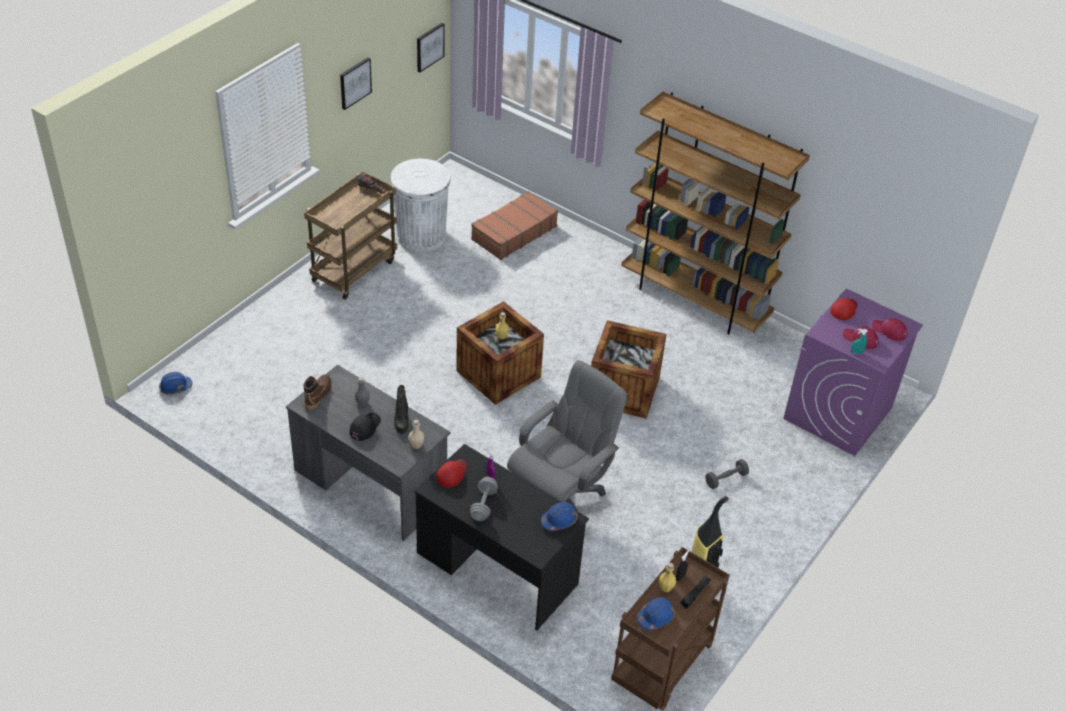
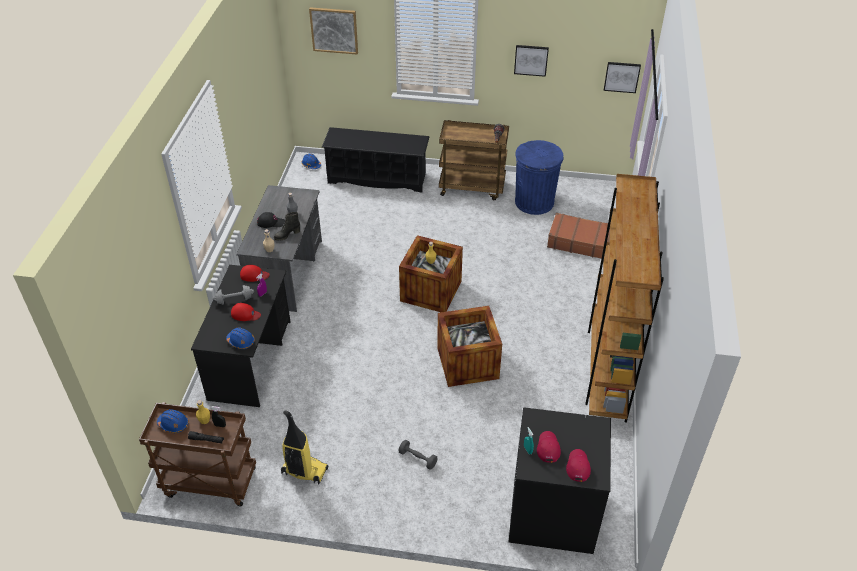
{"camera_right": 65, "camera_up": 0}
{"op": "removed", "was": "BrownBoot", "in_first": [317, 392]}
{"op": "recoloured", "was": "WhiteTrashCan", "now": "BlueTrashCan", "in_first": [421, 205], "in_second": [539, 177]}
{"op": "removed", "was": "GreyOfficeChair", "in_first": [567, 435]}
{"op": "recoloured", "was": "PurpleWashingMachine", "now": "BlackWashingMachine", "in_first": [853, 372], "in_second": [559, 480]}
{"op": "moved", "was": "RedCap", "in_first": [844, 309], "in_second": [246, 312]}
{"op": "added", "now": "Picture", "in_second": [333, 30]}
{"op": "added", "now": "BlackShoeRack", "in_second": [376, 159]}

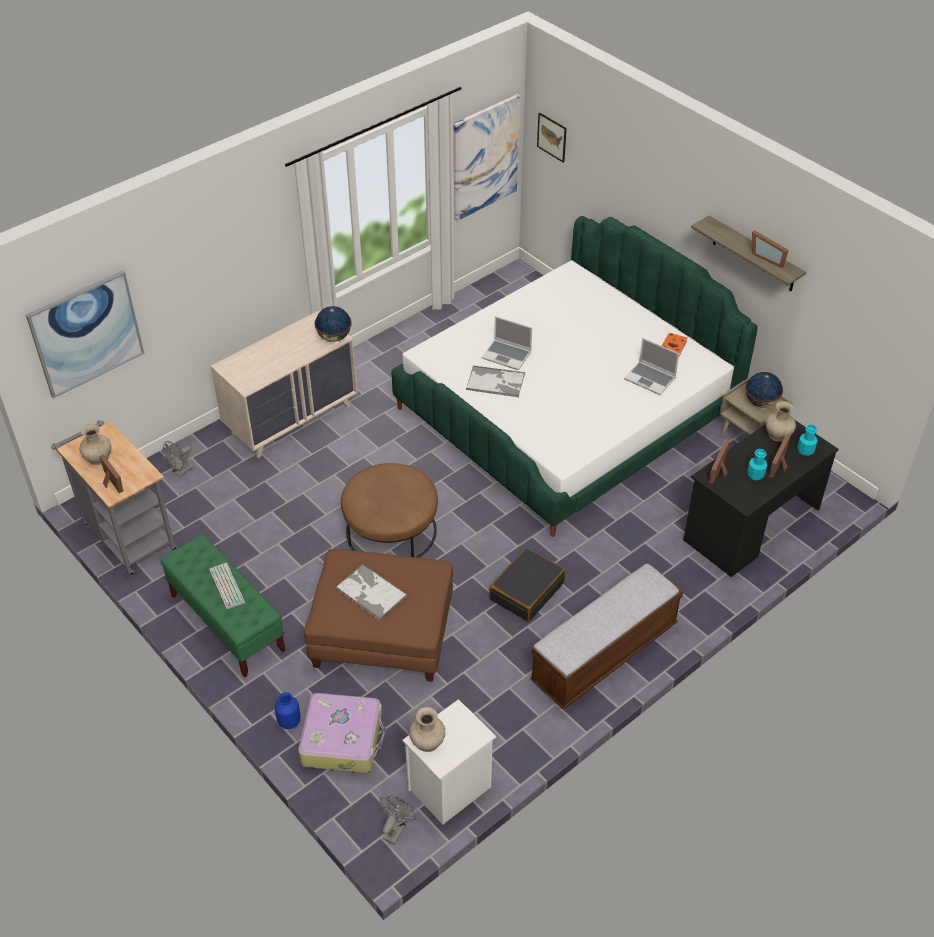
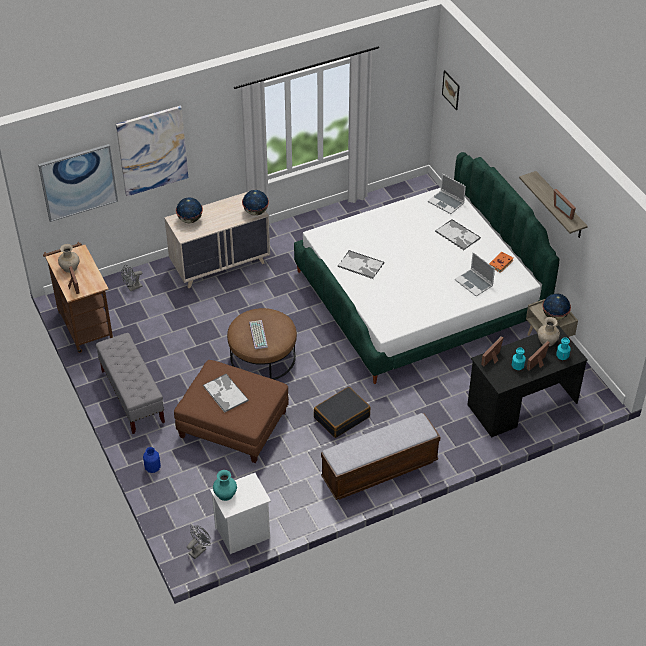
{"camera_right": 15, "camera_up": 0}
{"op": "recoloured", "was": "GreyCart", "now": "BrownCart", "in_first": [114, 498], "in_second": [78, 297]}
{"op": "recoloured", "was": "GreenBench", "now": "GreyBench", "in_first": [222, 606], "in_second": [130, 383]}
{"op": "moved", "was": "Keyboard", "in_first": [227, 586], "in_second": [258, 334]}
{"op": "removed", "was": "Suitcase", "in_first": [342, 733]}
{"op": "recoloured", "was": "BeigeVase", "now": "TurquoiseVase", "in_first": [427, 729], "in_second": [225, 485]}
{"op": "moved", "was": "Picture", "in_first": [486, 157], "in_second": [152, 151]}
{"op": "moved", "was": "Laptop", "in_first": [507, 343], "in_second": [447, 194]}
{"op": "added", "now": "Globe", "in_second": [189, 210]}
{"op": "added", "now": "Tray", "in_second": [458, 234]}

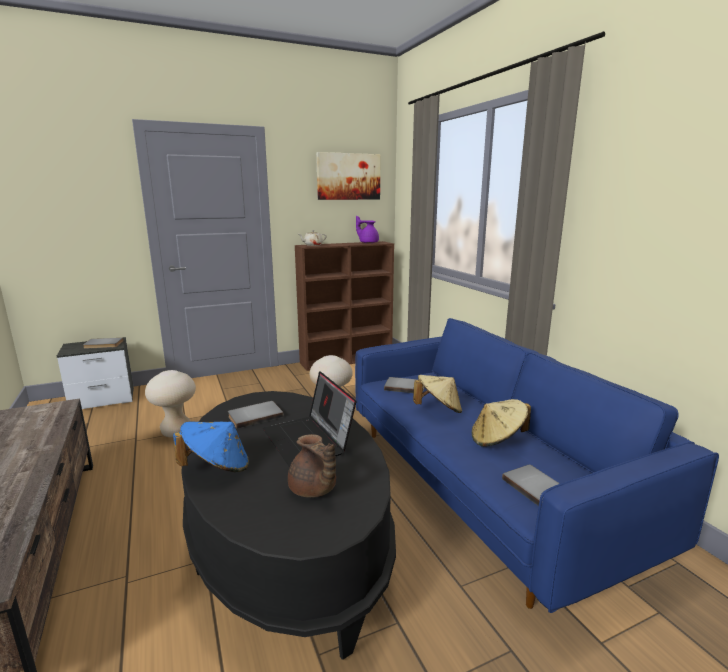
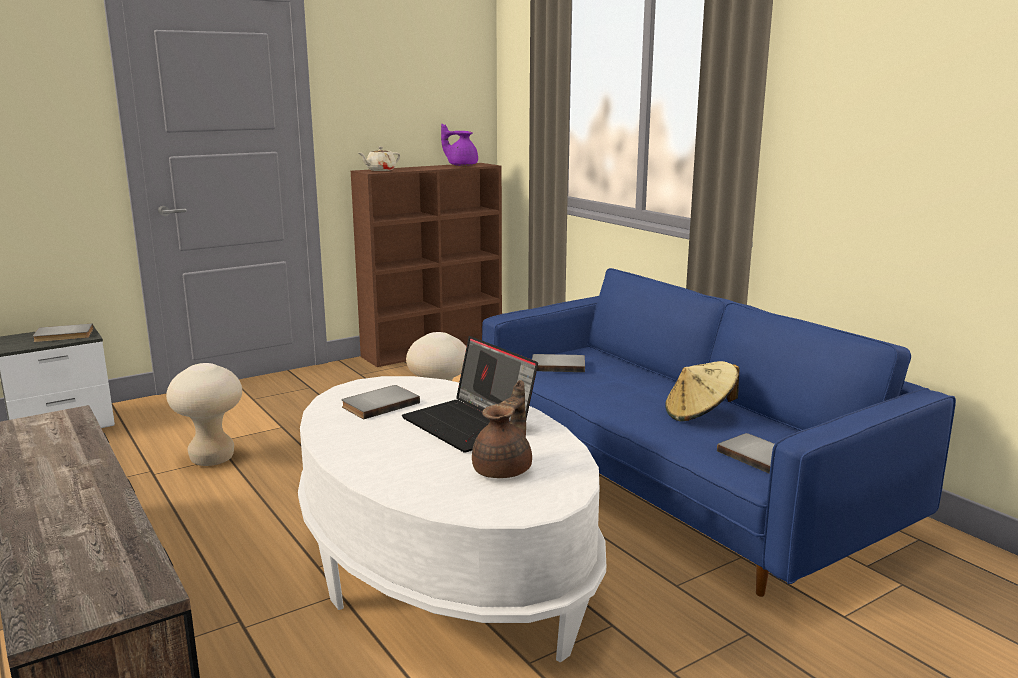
{"camera_right": -10, "camera_up": 0}
{"op": "removed", "was": "BlueHat", "in_first": [211, 446]}
{"op": "recoloured", "was": "BlackCoffeeTable", "now": "WhiteCoffeeTable", "in_first": [288, 525], "in_second": [452, 519]}
{"op": "turned", "was": "BrownTeapot", "in_first": [312, 466], "in_second": [502, 429], "clockwise": -105}
{"op": "removed", "was": "Picture", "in_first": [348, 176]}
{"op": "removed", "was": "BeigeHat", "in_first": [437, 394]}

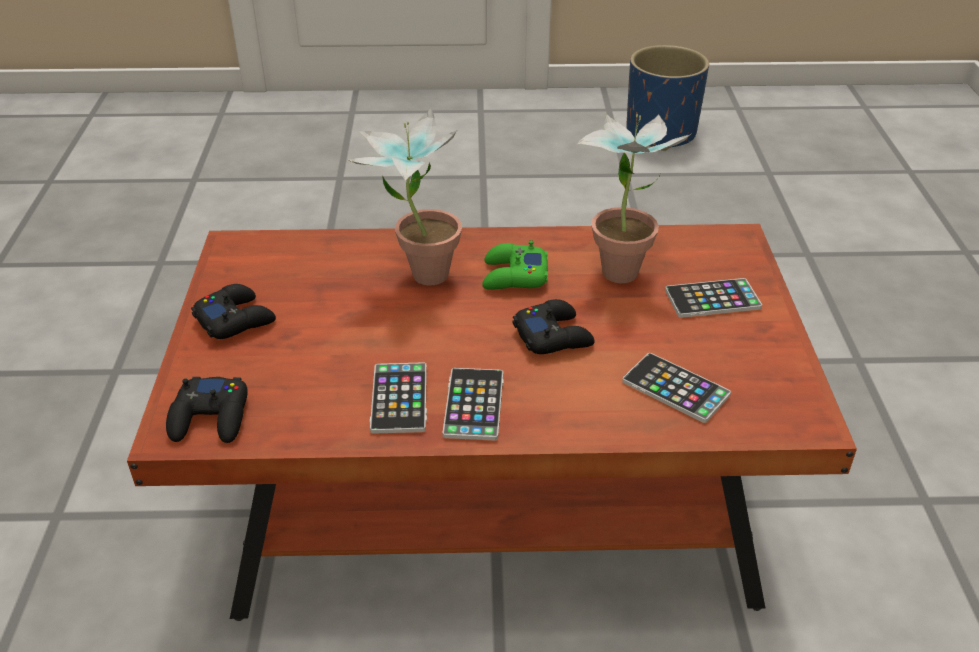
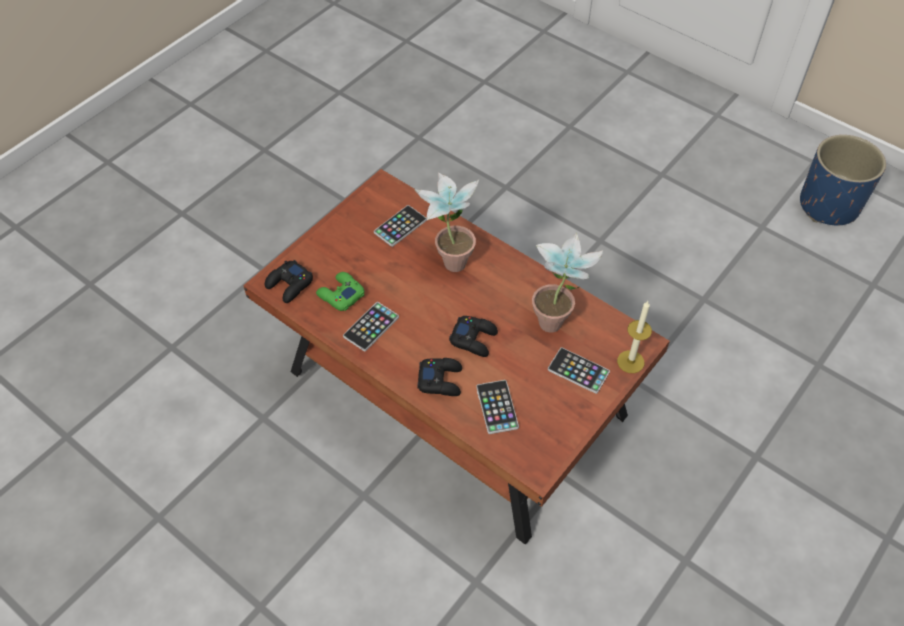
{"camera_right": 40, "camera_up": 15}
{"op": "moved", "was": "BlackGameController", "in_first": [233, 311], "in_second": [439, 377]}
{"op": "moved", "was": "Phone", "in_first": [473, 404], "in_second": [400, 226]}
{"op": "moved", "was": "GreenGameController", "in_first": [515, 265], "in_second": [340, 291]}
{"op": "added", "now": "Candle", "in_second": [634, 337]}

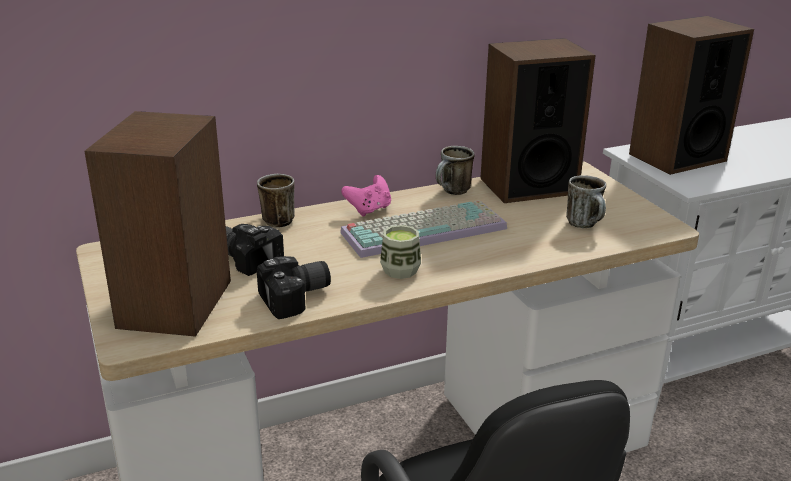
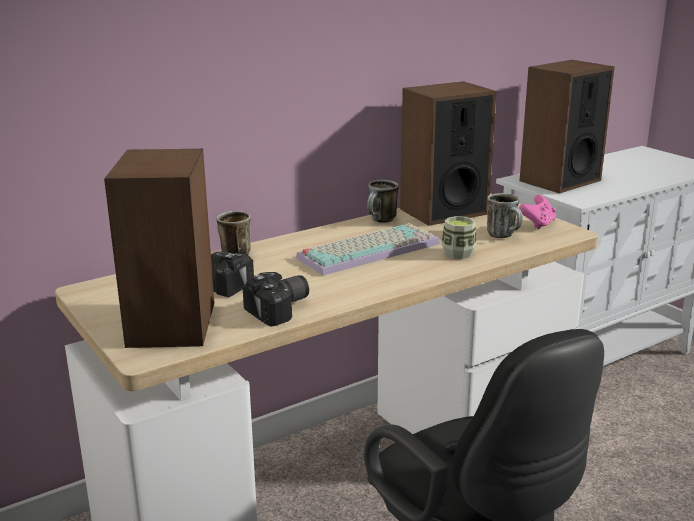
{"camera_right": -10, "camera_up": -5}
{"op": "moved", "was": "PinkGameController", "in_first": [366, 196], "in_second": [537, 212]}
{"op": "moved", "was": "Cup", "in_first": [400, 252], "in_second": [459, 237]}

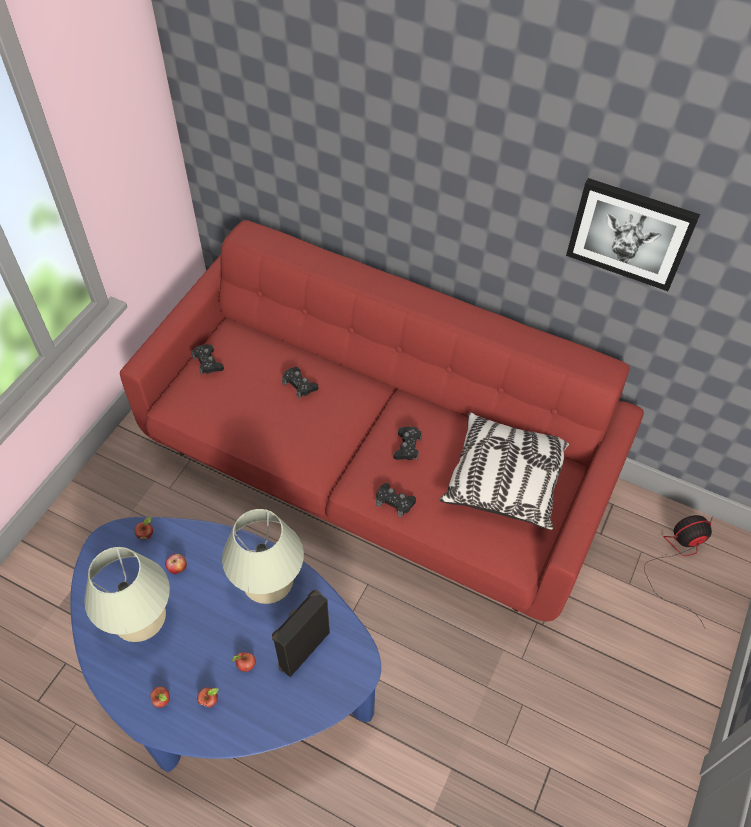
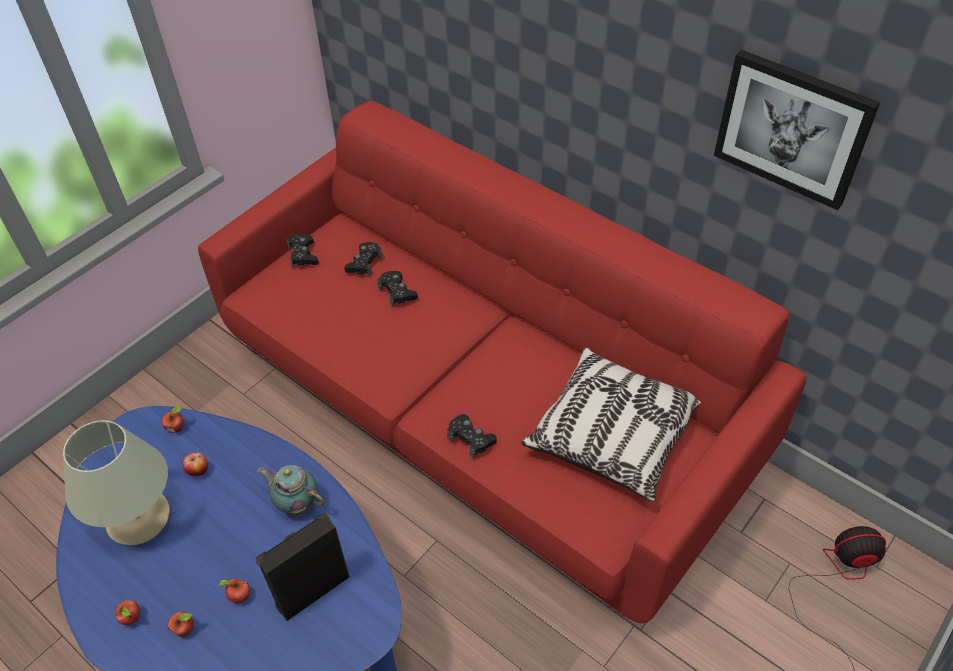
{"camera_right": 15, "camera_up": -5}
{"op": "replaced", "was": "BeigeTableLamp", "now": "Teapot", "in_first": [263, 556], "in_second": [291, 490]}
{"op": "moved", "was": "BlackGameController", "in_first": [407, 443], "in_second": [363, 259]}

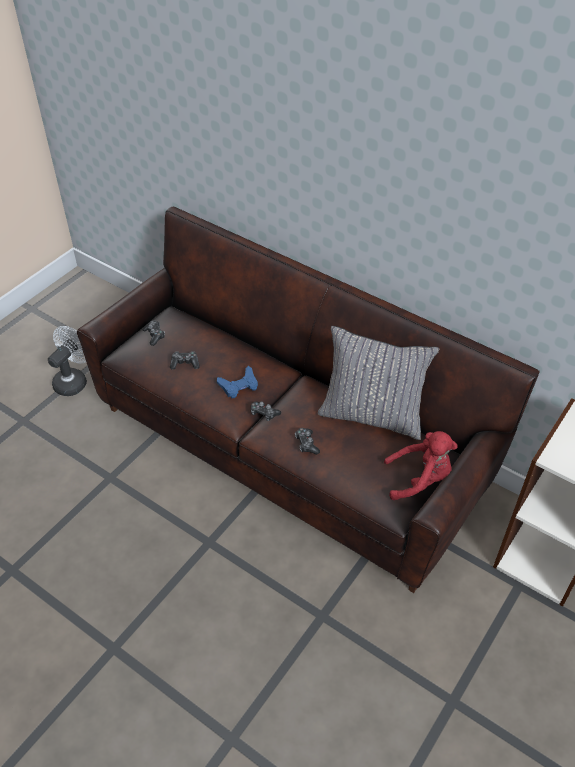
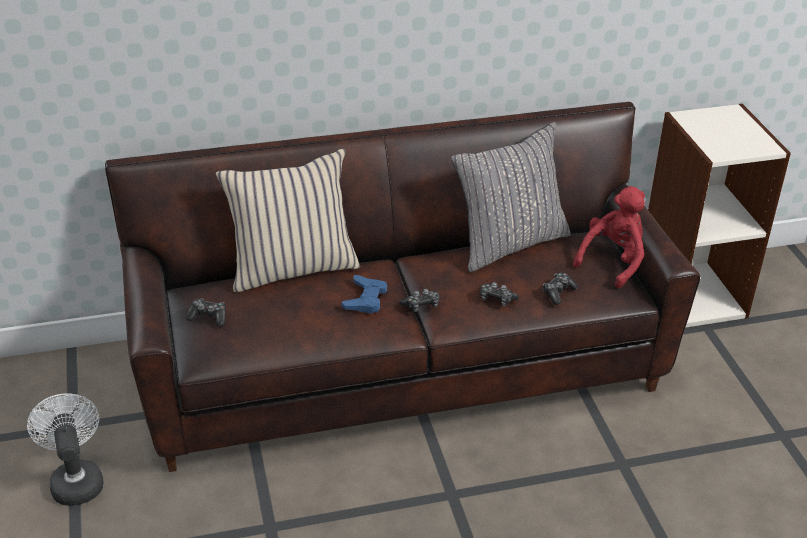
{"camera_right": -50, "camera_up": -10}
{"op": "moved", "was": "GameController", "in_first": [185, 360], "in_second": [560, 288]}
{"op": "added", "now": "BeigePillow", "in_second": [288, 220]}

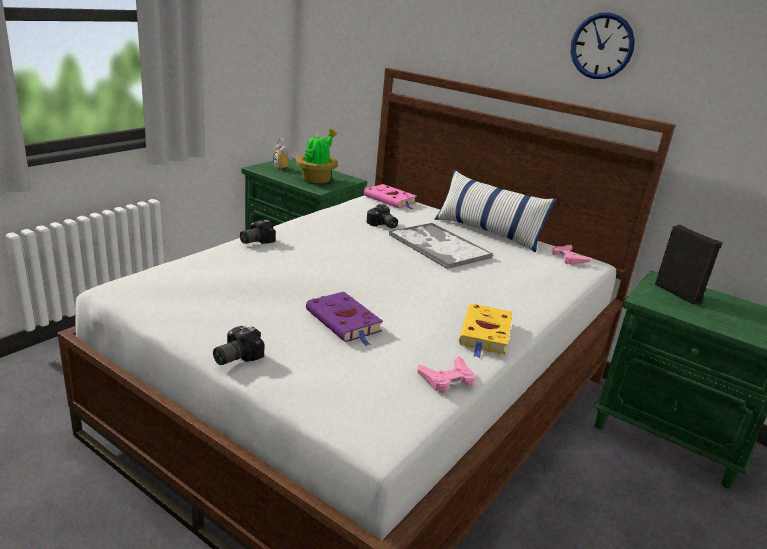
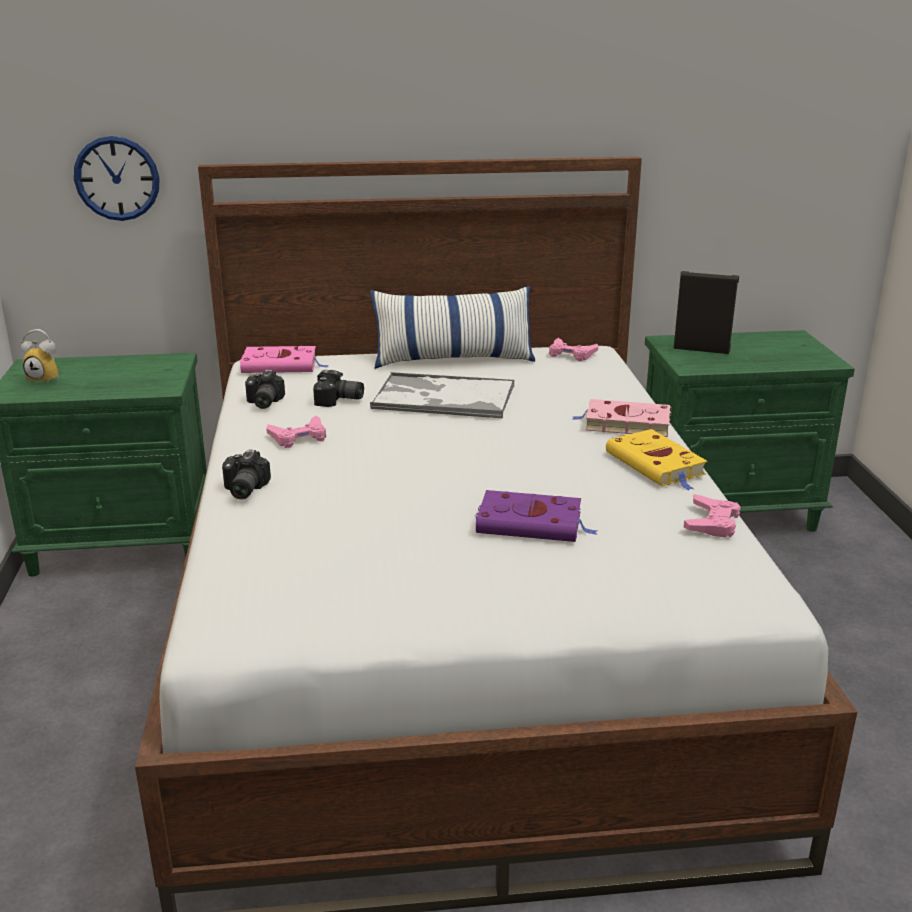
{"camera_right": -40, "camera_up": 0}
{"op": "moved", "was": "PhotoCamera", "in_first": [238, 345], "in_second": [265, 389]}
{"op": "removed", "was": "PottedPlant", "in_first": [317, 156]}
{"op": "moved", "was": "WallClock", "in_first": [603, 45], "in_second": [117, 178]}
{"op": "added", "now": "PinkGameController", "in_second": [296, 432]}
{"op": "added", "now": "PinkBook", "in_second": [621, 418]}

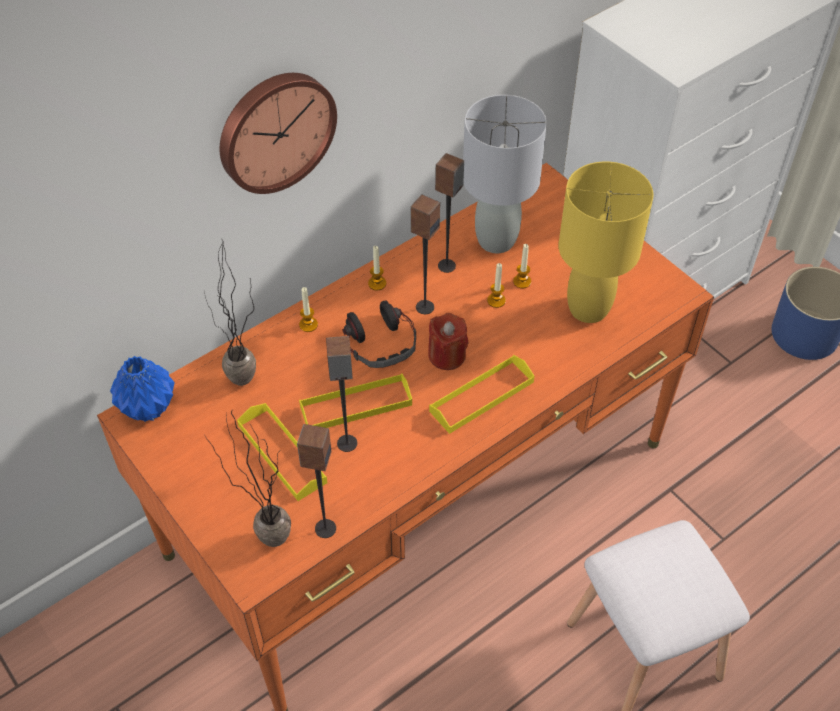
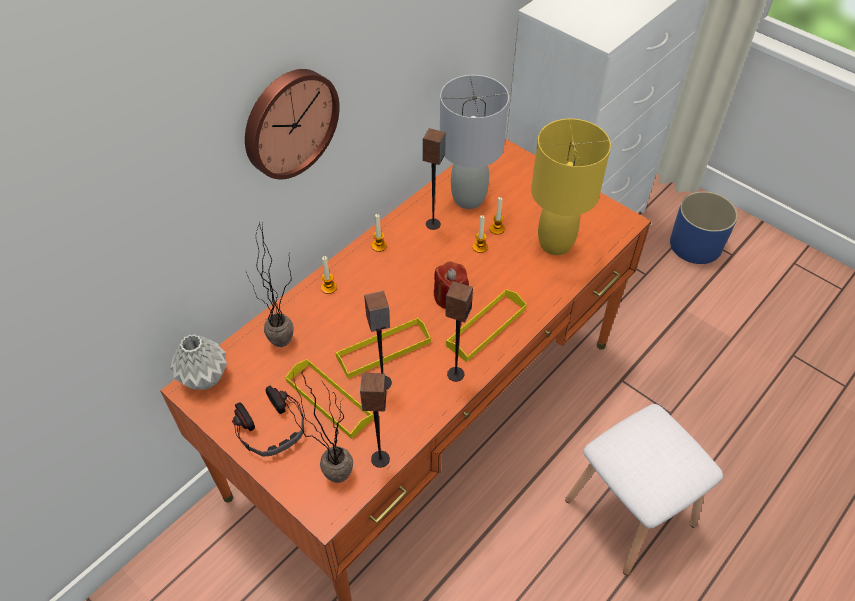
{"camera_right": -10, "camera_up": 0}
{"op": "recoloured", "was": "BlueVase", "now": "GreyVase", "in_first": [142, 389], "in_second": [198, 362]}
{"op": "moved", "was": "Headphones", "in_first": [379, 334], "in_second": [268, 420]}
{"op": "moved", "was": "Speaker", "in_first": [425, 254], "in_second": [459, 331]}

